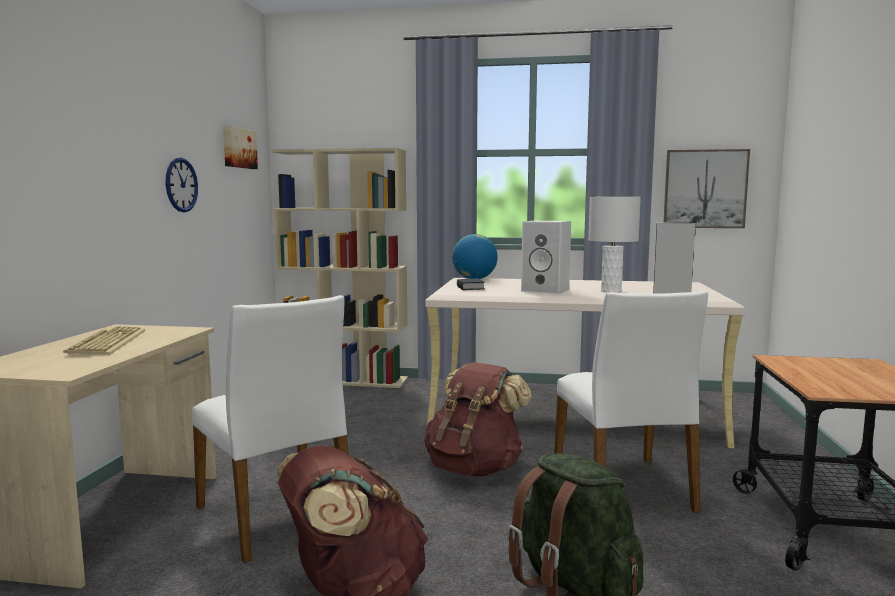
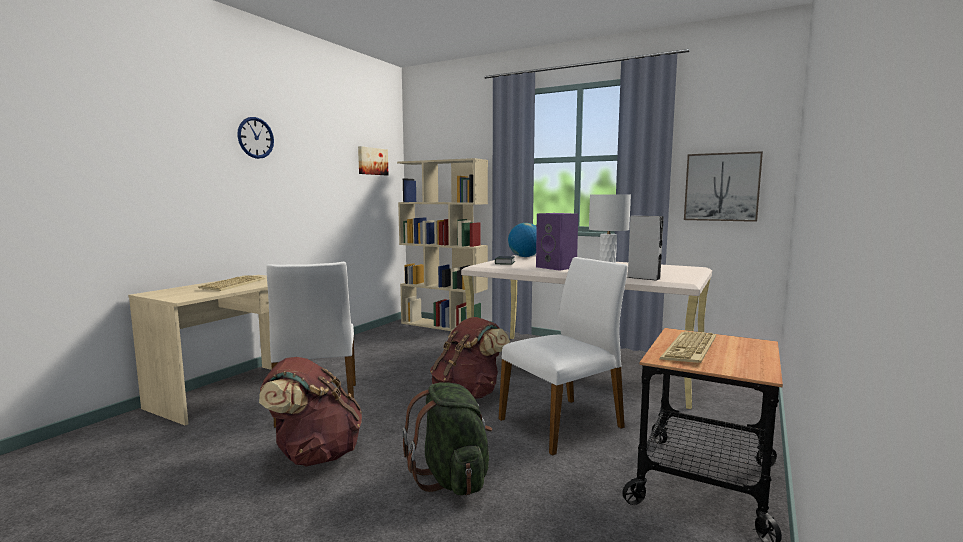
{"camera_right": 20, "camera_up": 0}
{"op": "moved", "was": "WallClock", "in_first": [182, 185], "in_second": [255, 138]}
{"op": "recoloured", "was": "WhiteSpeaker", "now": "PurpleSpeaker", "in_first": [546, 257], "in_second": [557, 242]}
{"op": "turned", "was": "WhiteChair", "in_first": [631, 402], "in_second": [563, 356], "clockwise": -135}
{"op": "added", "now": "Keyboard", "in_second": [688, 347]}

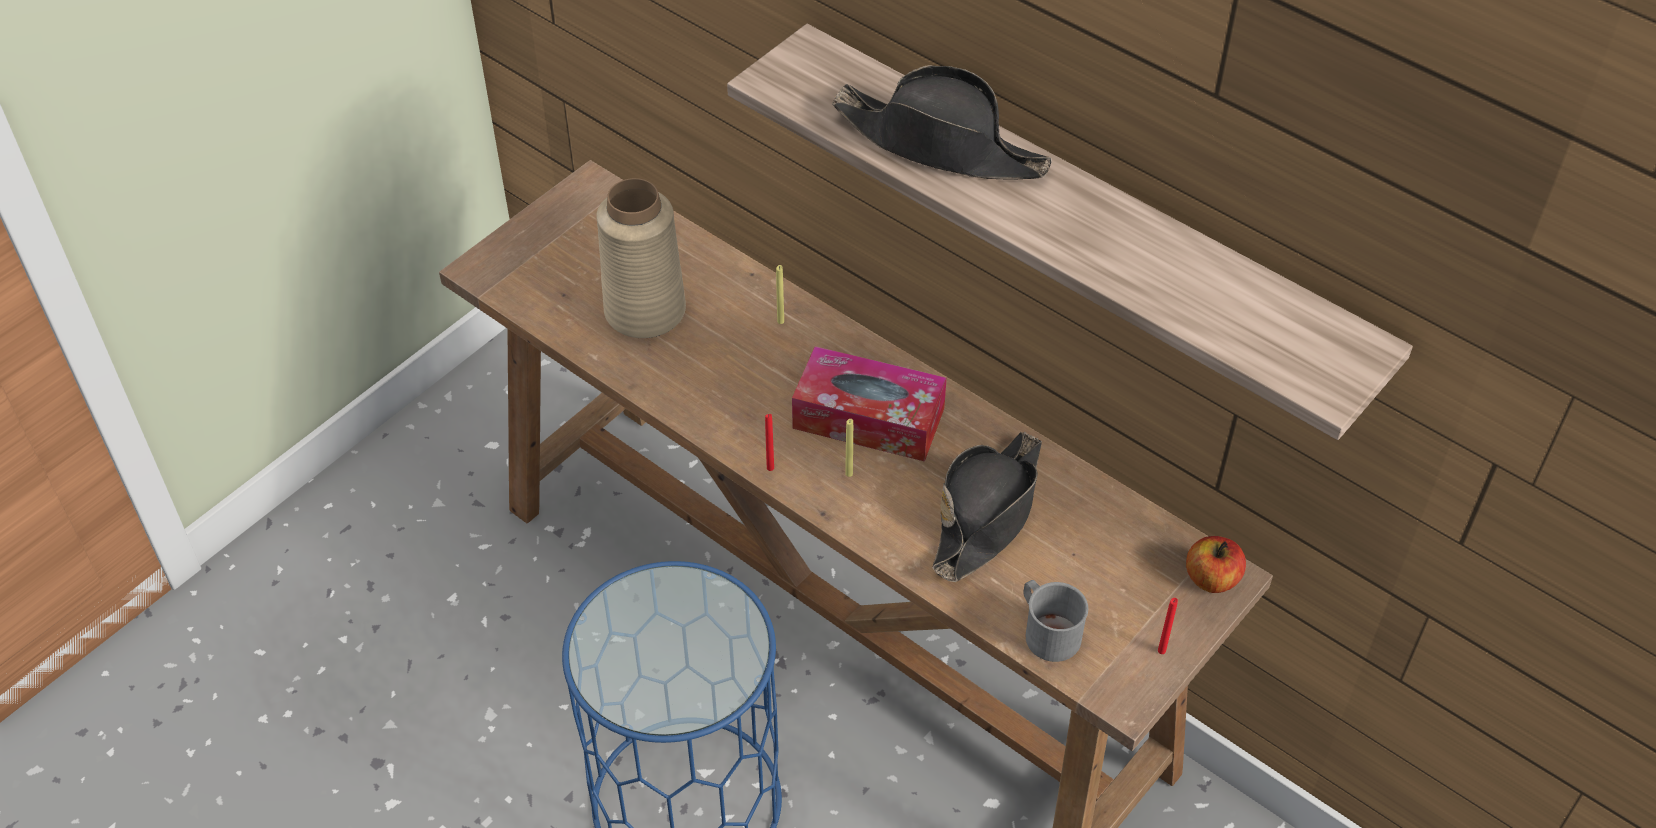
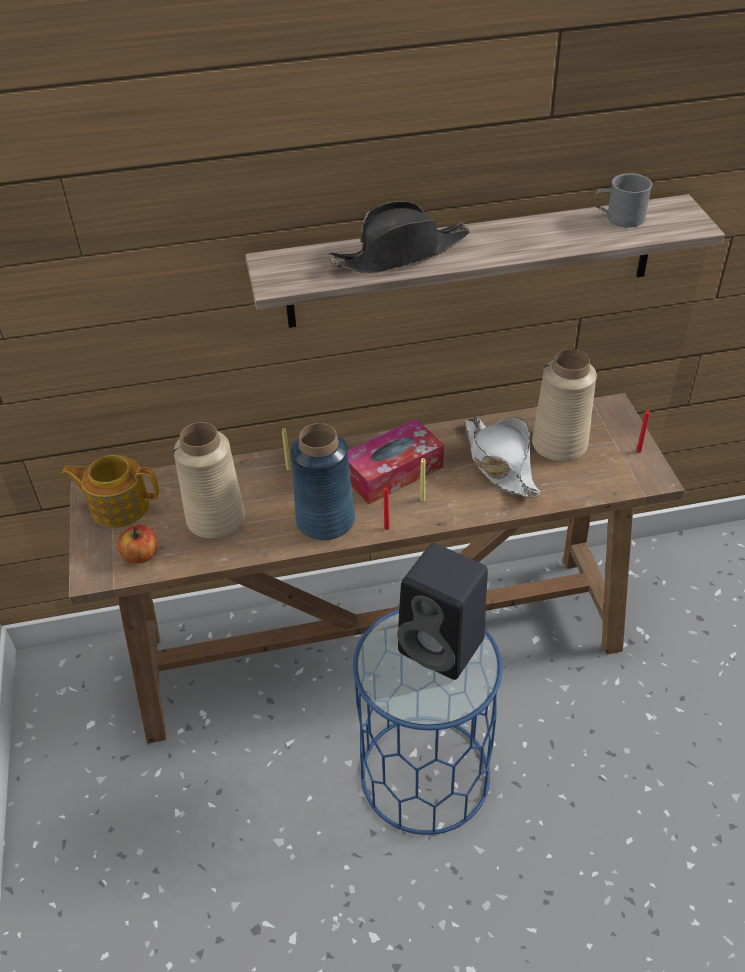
{"camera_right": -50, "camera_up": -5}
{"op": "recoloured", "was": "BlackHat", "now": "WhiteHat", "in_first": [987, 507], "in_second": [503, 457]}
{"op": "moved", "was": "GreyMug", "in_first": [1055, 621], "in_second": [623, 200]}
{"op": "moved", "was": "Apple", "in_first": [1216, 564], "in_second": [138, 544]}
{"op": "added", "now": "Teapot", "in_second": [110, 491]}
{"op": "added", "now": "BlueVase", "in_second": [323, 481]}
{"op": "added", "now": "BlackSpeaker", "in_second": [442, 611]}
{"op": "added", "now": "BeigeVase", "in_second": [564, 405]}

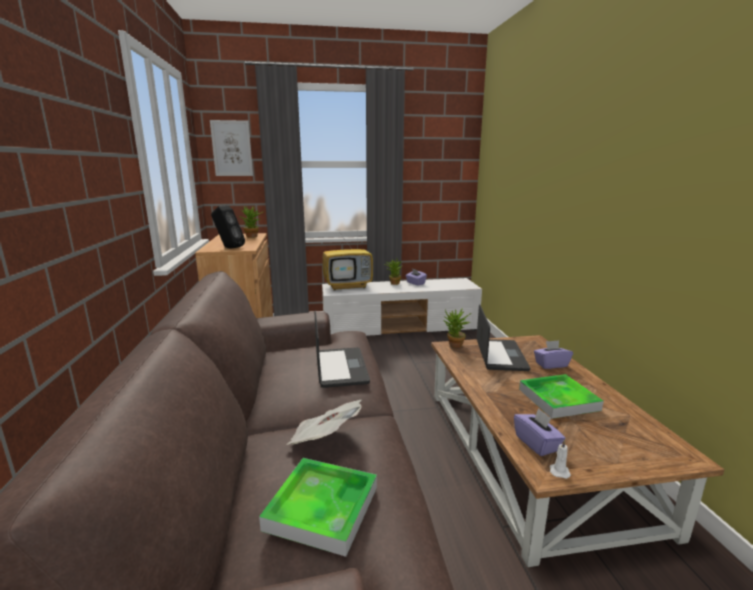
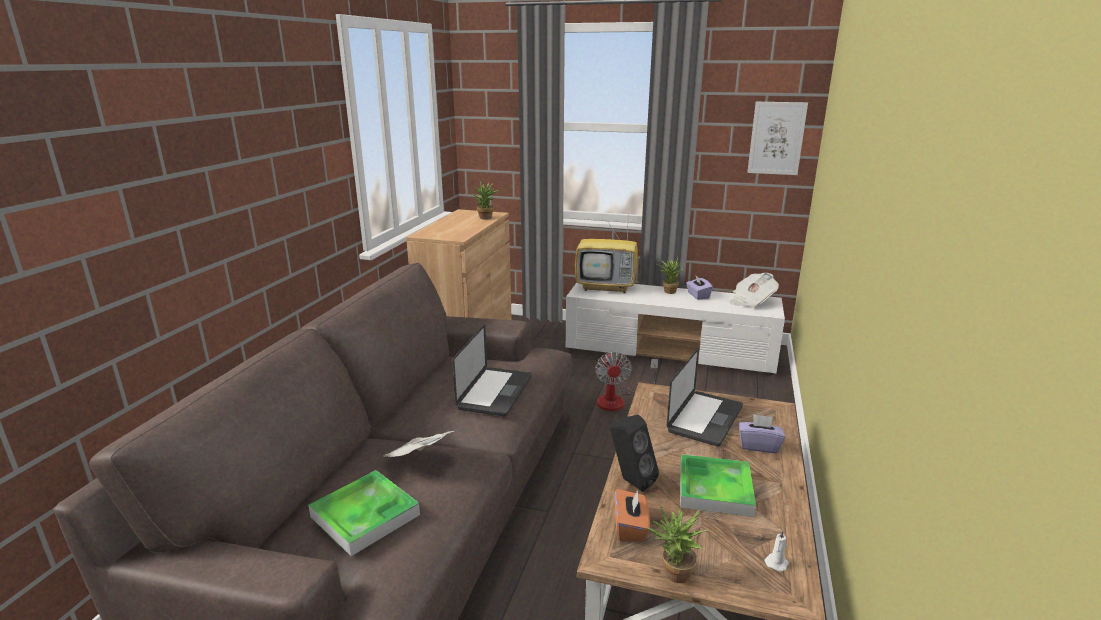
{"camera_right": 25, "camera_up": 5}
{"op": "moved", "was": "Picture", "in_first": [231, 148], "in_second": [777, 138]}
{"op": "moved", "was": "BlackSpeaker", "in_first": [228, 227], "in_second": [634, 453]}
{"op": "moved", "was": "PottedPlant", "in_first": [457, 328], "in_second": [678, 544]}
{"op": "recoloured", "was": "PurpleTissueBox", "now": "OrangeTissueBox", "in_first": [539, 432], "in_second": [632, 515]}
{"op": "moved", "was": "WhiteCandle", "in_first": [560, 459], "in_second": [777, 551]}
{"op": "added", "now": "Fan", "in_second": [626, 381]}
{"op": "added", "now": "Newspaper", "in_second": [754, 290]}

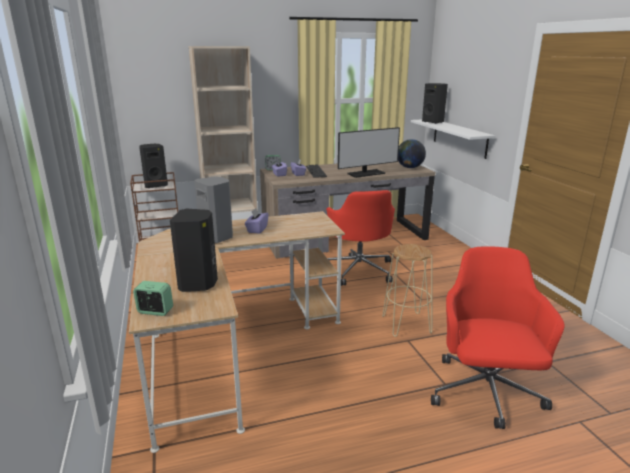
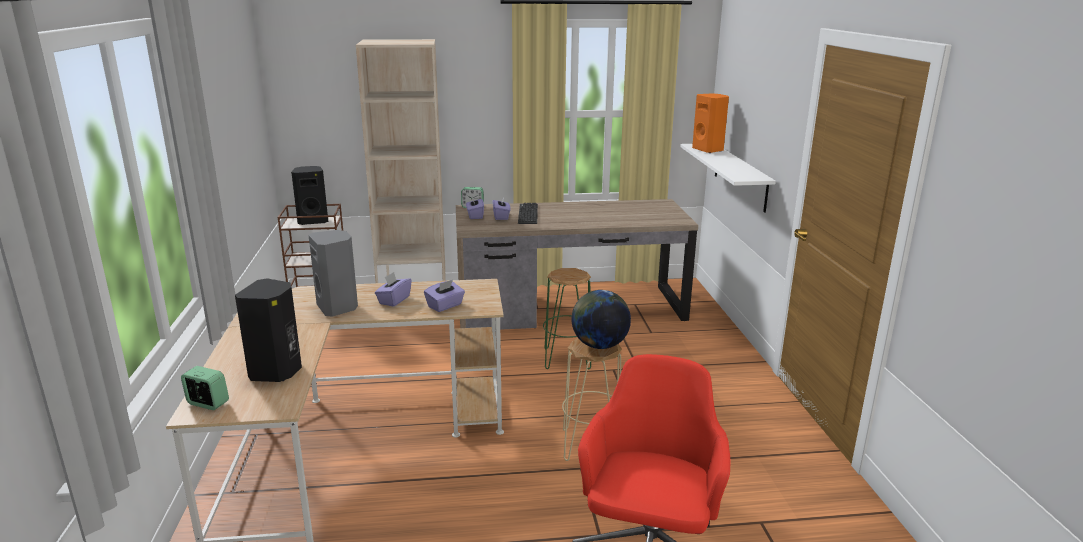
{"camera_right": 10, "camera_up": 0}
{"op": "replaced", "was": "RedOfficeChair", "now": "GreenStool", "in_first": [360, 238], "in_second": [567, 318]}
{"op": "removed", "was": "Monitor", "in_first": [369, 152]}
{"op": "moved", "was": "Globe", "in_first": [412, 153], "in_second": [601, 319]}
{"op": "recoloured", "was": "BlackSpeaker", "now": "OrangeSpeaker", "in_first": [435, 103], "in_second": [710, 123]}
{"op": "added", "now": "PurpleTissueBox", "in_second": [444, 296]}

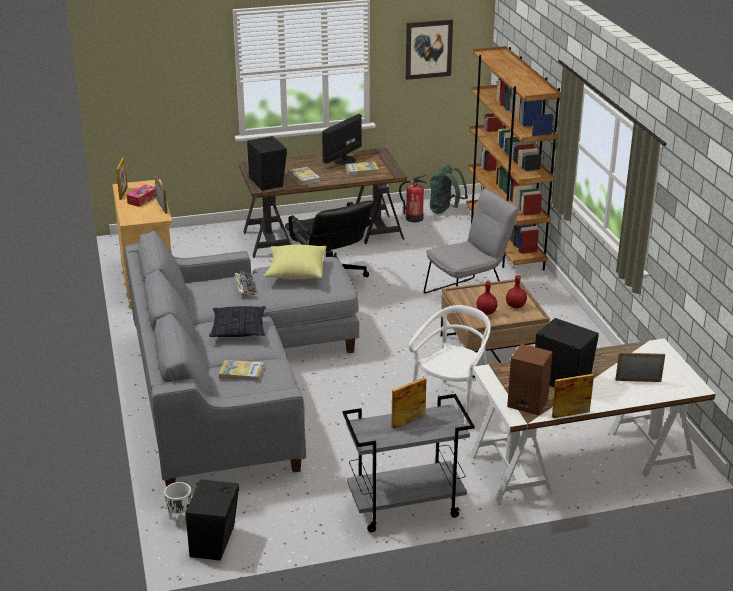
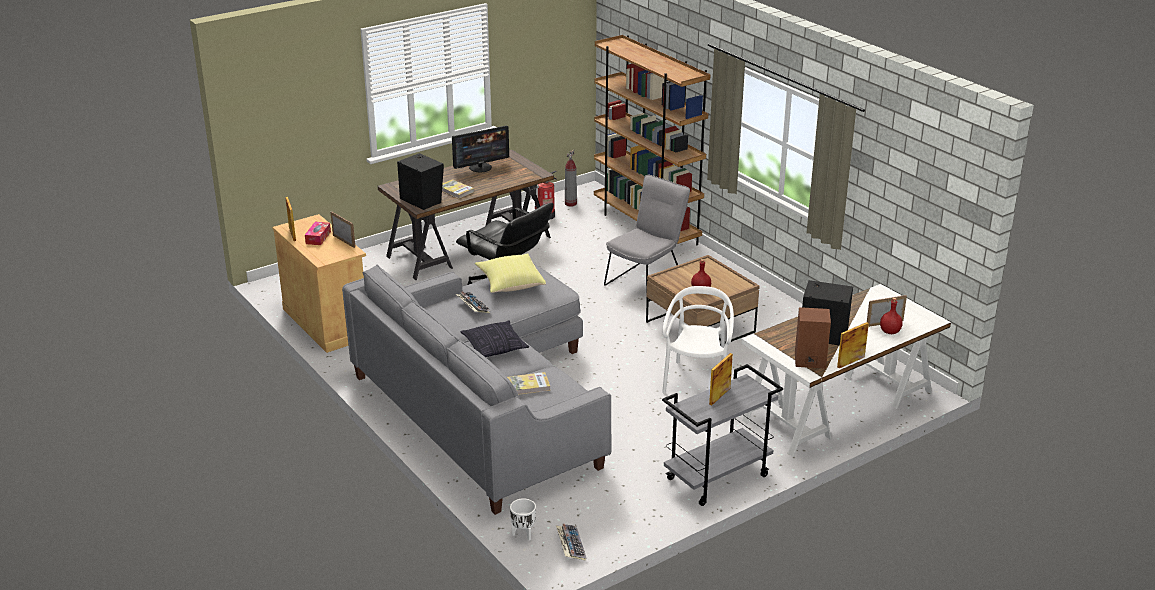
{"camera_right": -20, "camera_up": 0}
{"op": "replaced", "was": "BlackSpeaker", "now": "Keyboard", "in_first": [212, 520], "in_second": [571, 542]}
{"op": "turned", "was": "Monitor", "in_first": [342, 139], "in_second": [480, 149], "clockwise": -135}
{"op": "removed", "was": "Book", "in_first": [362, 169]}
{"op": "removed", "was": "Picture", "in_first": [429, 49]}
{"op": "replaced", "was": "GreenBackpack", "now": "FireExtinguisher", "in_first": [449, 189], "in_second": [571, 178]}
{"op": "moved", "was": "RedBottle", "in_first": [516, 291], "in_second": [891, 316]}

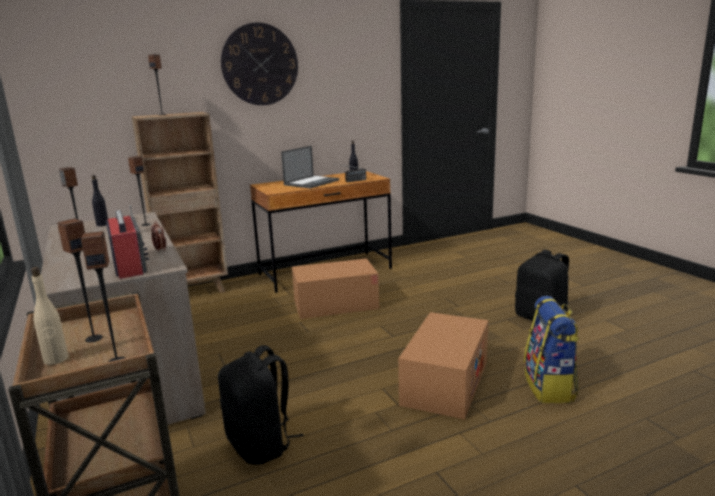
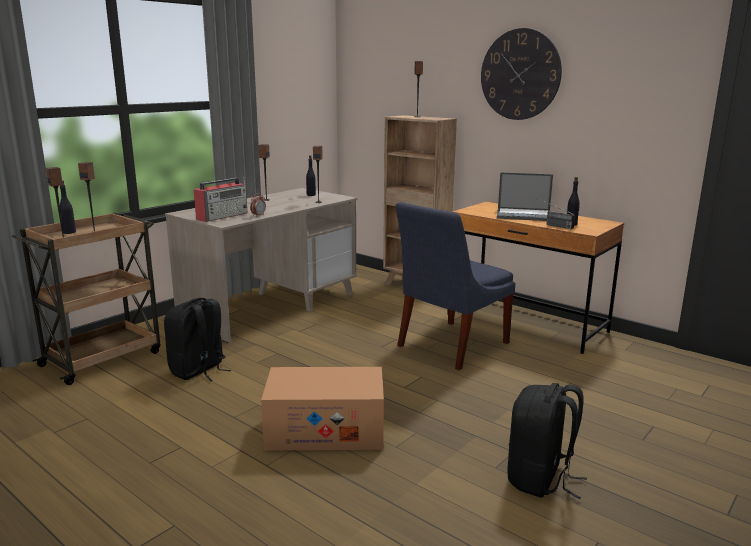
{"camera_right": 65, "camera_up": 0}
{"op": "recoloured", "was": "BeigeBottle", "now": "BlackBottle", "in_first": [50, 316], "in_second": [68, 207]}
{"op": "replaced", "was": "CardboardBox", "now": "BlueChair", "in_first": [335, 288], "in_second": [455, 286]}
{"op": "removed", "was": "Backpack", "in_first": [551, 349]}

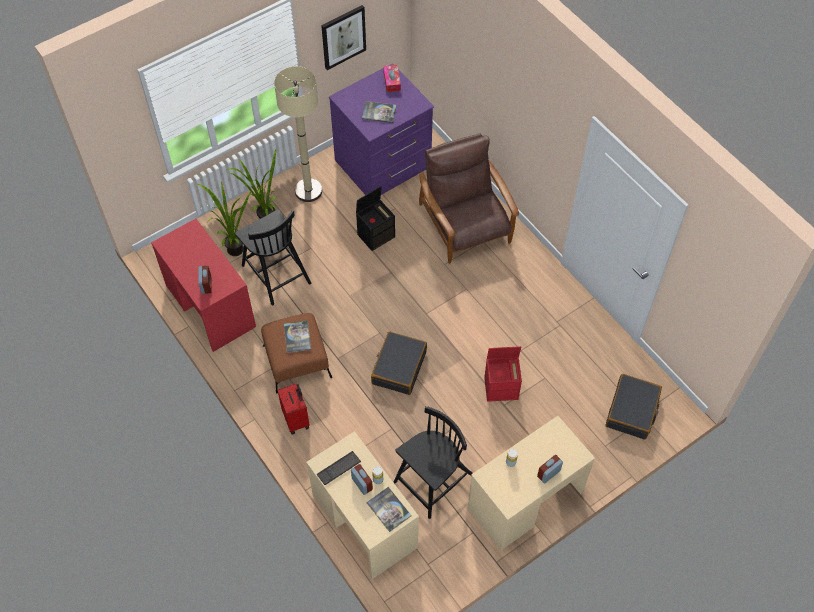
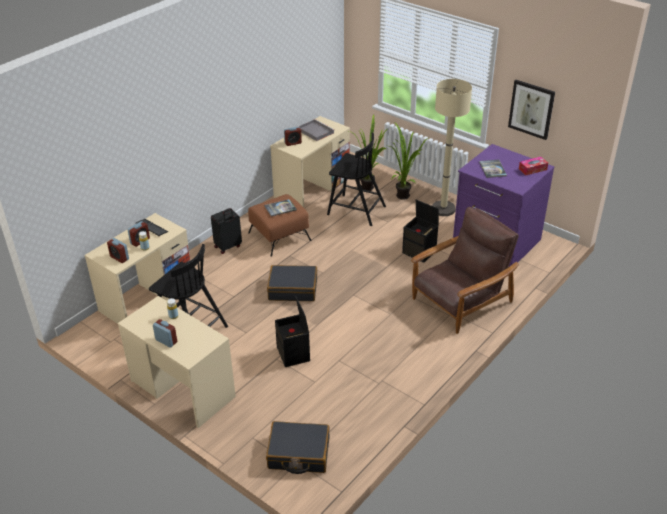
{"camera_right": 75, "camera_up": -20}
{"op": "recoloured", "was": "RedDesk", "now": "BeigeDesk", "in_first": [203, 285], "in_second": [310, 161]}
{"op": "turned", "was": "BlackChair", "in_first": [273, 257], "in_second": [356, 179], "clockwise": -105}
{"op": "recoloured", "was": "RedSuitcase", "now": "BlackSuitcase", "in_first": [293, 408], "in_second": [226, 231]}
{"op": "replaced", "was": "Book", "now": "AlarmClock", "in_first": [389, 509], "in_second": [118, 250]}
{"op": "recoloured", "was": "RedStorageBox", "now": "BlackStorageBox", "in_first": [503, 374], "in_second": [292, 331]}
{"op": "added", "now": "GreyTray", "in_second": [316, 130]}

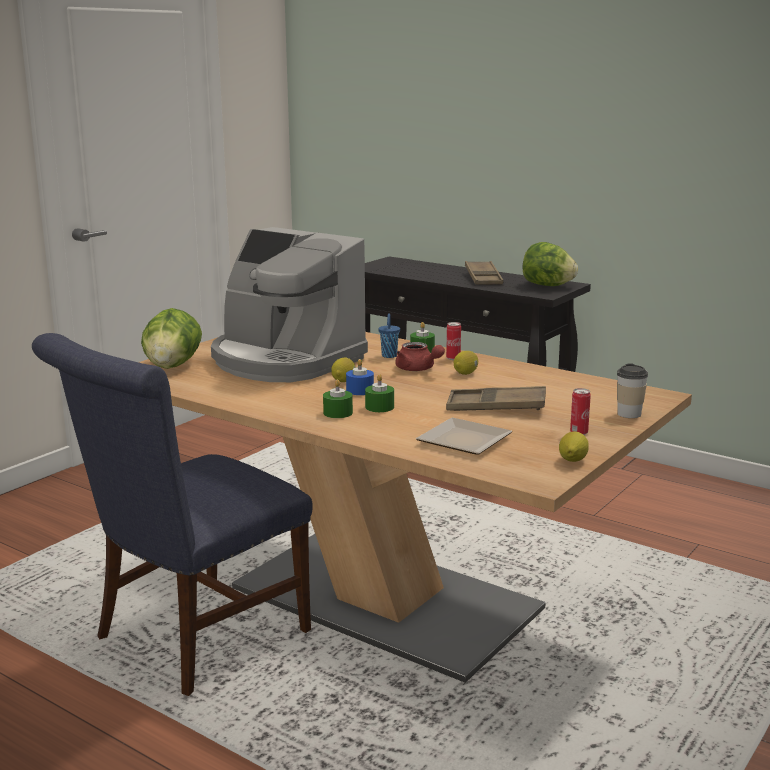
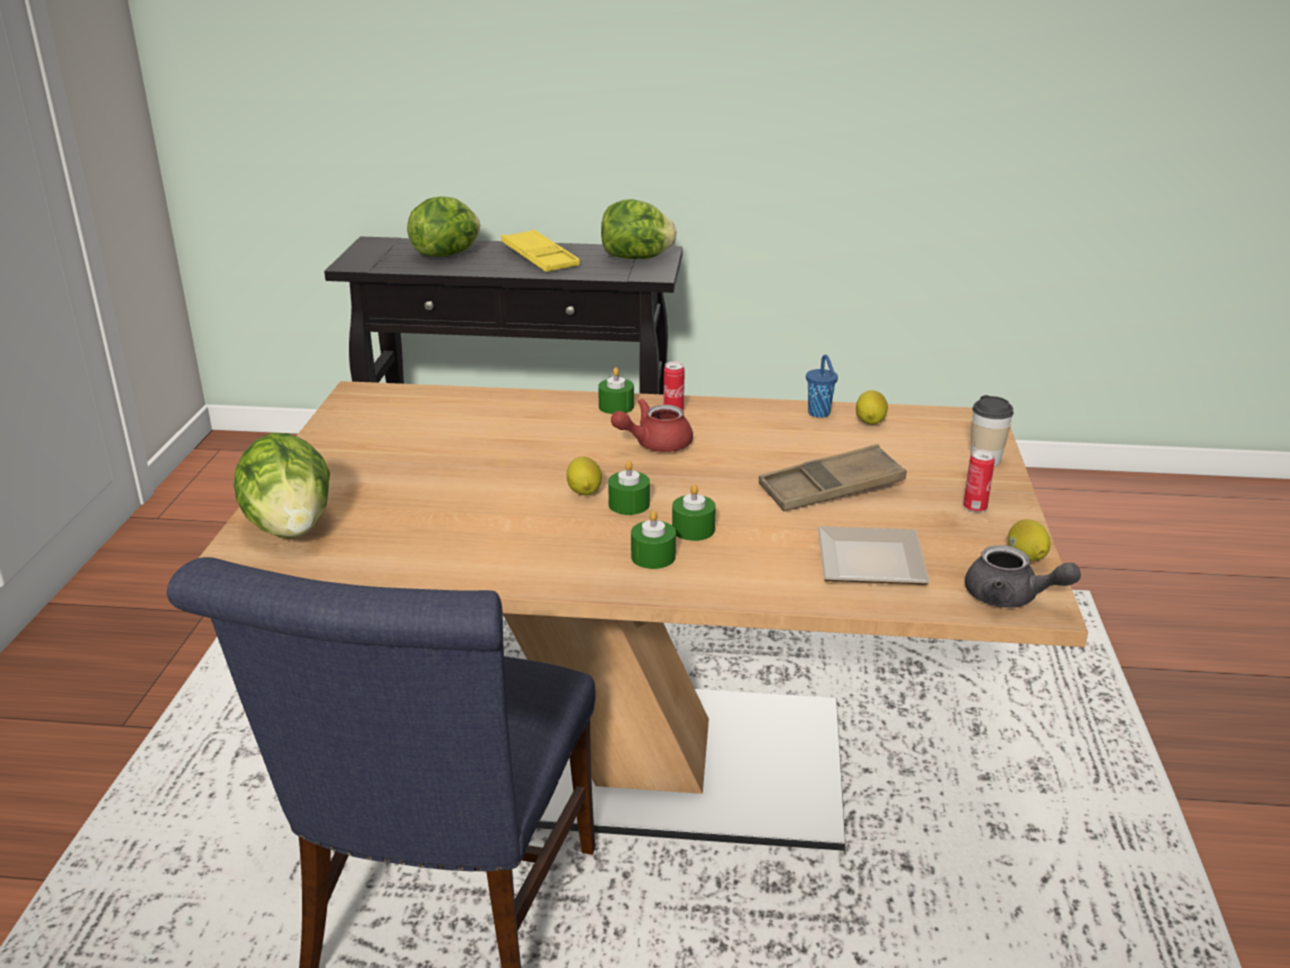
{"camera_right": -30, "camera_up": 10}
{"op": "removed", "was": "CoffeeMachine", "in_first": [289, 304]}
{"op": "recoloured", "was": "BlueCandle", "now": "GreenCandle", "in_first": [360, 377], "in_second": [629, 487]}
{"op": "moved", "was": "BlueCup", "in_first": [389, 335], "in_second": [822, 386]}
{"op": "turned", "was": "RedTeapot", "in_first": [420, 356], "in_second": [652, 425], "clockwise": 135}
{"op": "moved", "was": "Lemon", "in_first": [466, 363], "in_second": [872, 407]}
{"op": "recoloured", "was": "BrownTray", "now": "YellowTray", "in_first": [484, 273], "in_second": [540, 250]}
{"op": "added", "now": "Lettuce", "in_second": [443, 227]}
{"op": "added", "now": "GreyTeapot", "in_second": [1023, 576]}

